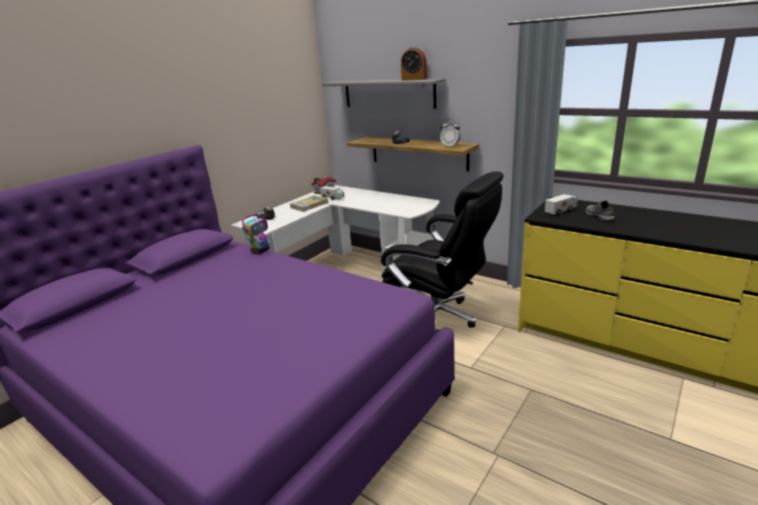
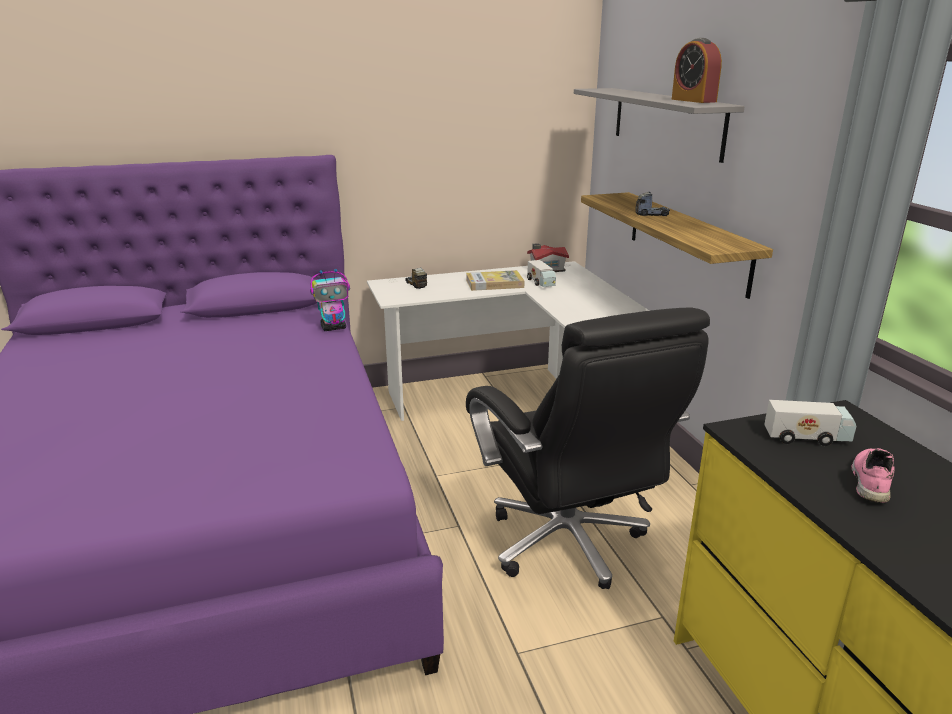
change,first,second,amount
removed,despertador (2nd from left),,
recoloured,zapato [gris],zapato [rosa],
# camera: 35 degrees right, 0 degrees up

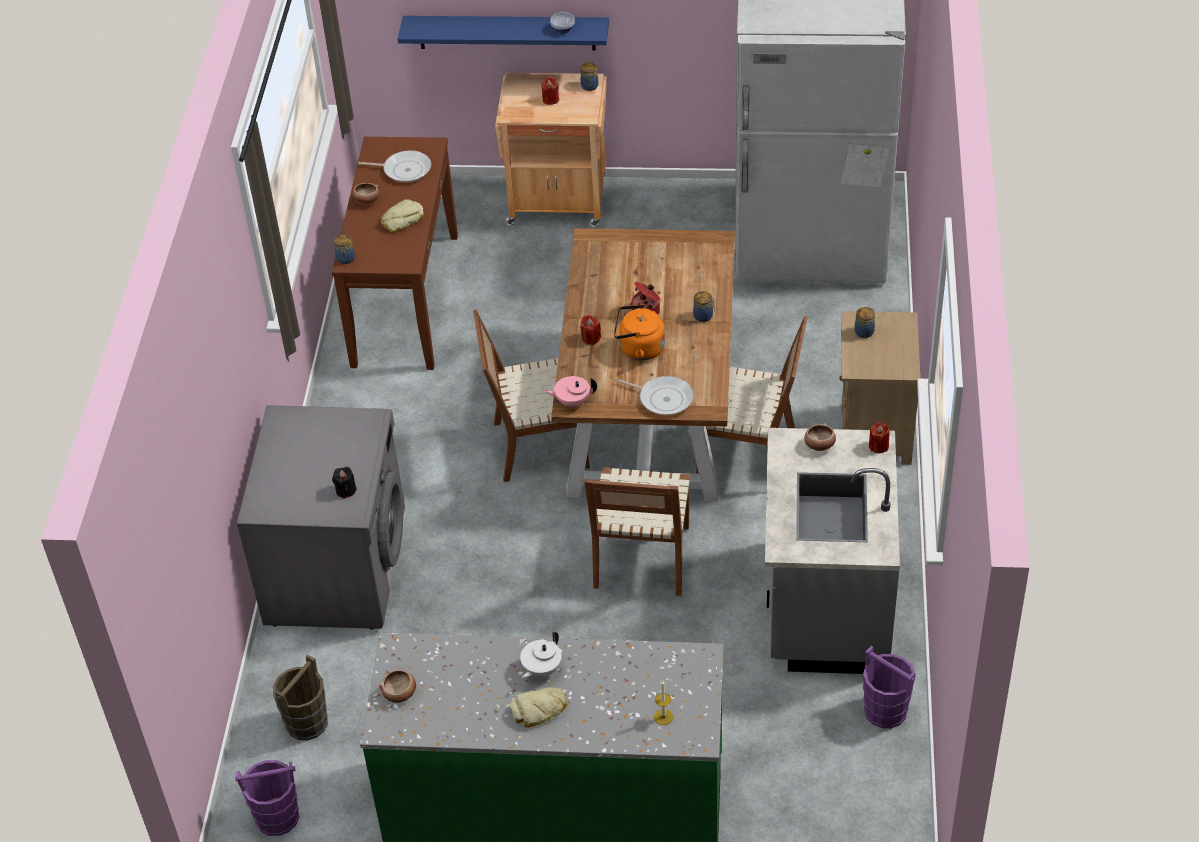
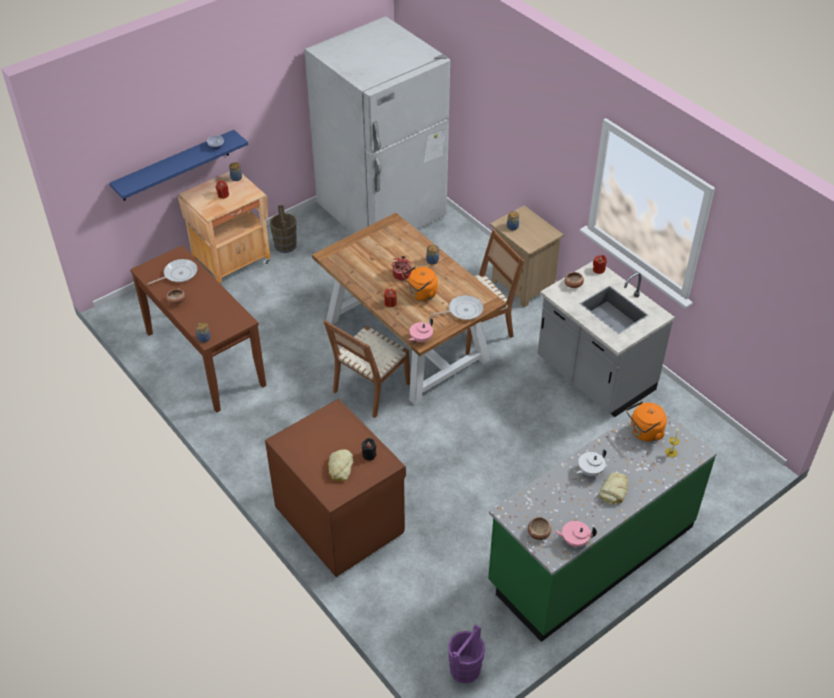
change,first,second,amount
recoloured,lavadora [gris],lavadora [marrón],
moved,cubo [marrón],,
moved,pan (1st from left),,
turned,tetera [blanco],,60 degrees clockwise
removed,silla (2nd from left),,
removed,cubo [morado] (2nd from left),,
added,,tetera [rosa] (2nd from left),
added,,hervidor [naranja] (2nd from left),
# camera: 45 degrees left, 0 degrees up

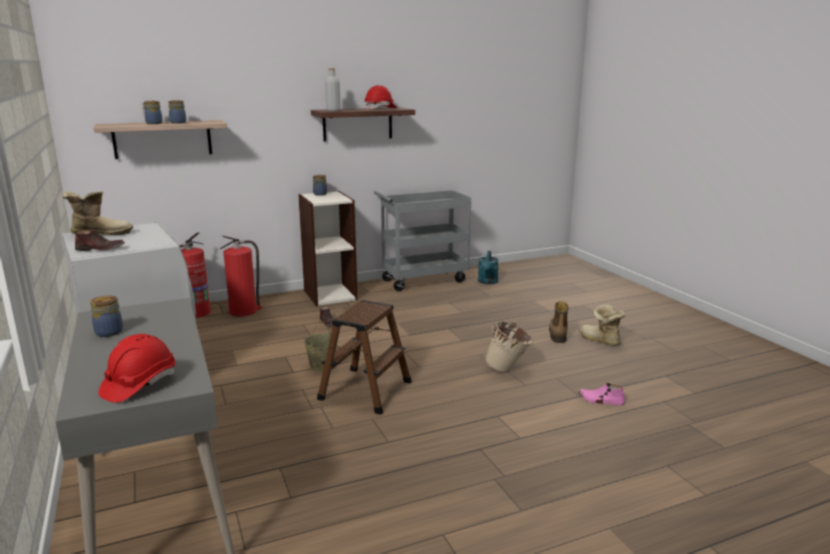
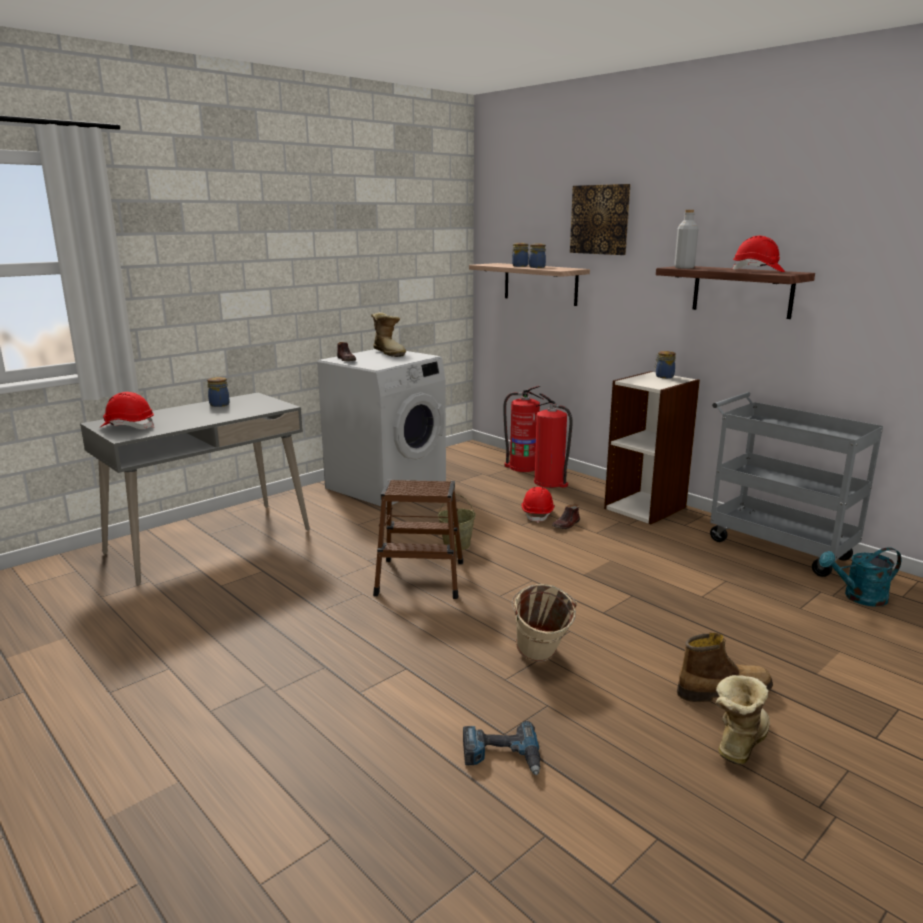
change,first,second,amount
replaced,zapato [rosa],taladro,
added,,casco [rojo] (2nd from left),
added,,cuadro,
# camera: 70 degrees right, 0 degrees up

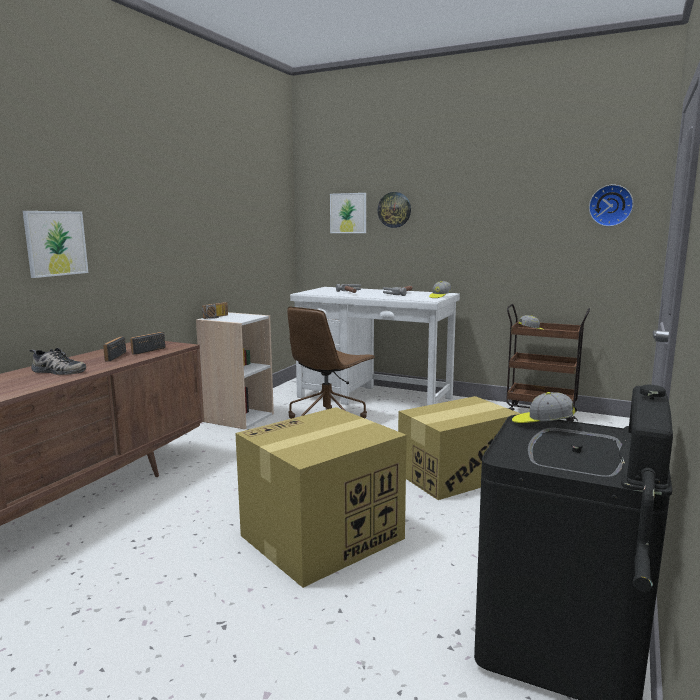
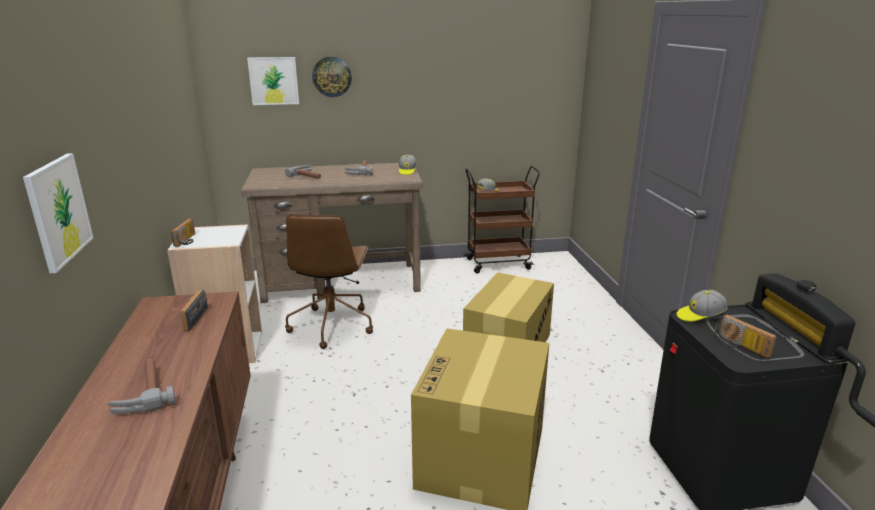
change,first,second,amount
replaced,zapato,martillo (1st from left),
moved,radio (1st from left in the first image),radio (3rd from left),
recoloured,escritorio [blanco],escritorio [marrón],
removed,reloj de pared (2nd from left),,
# camera: 35 degrees left, 10 degrees up

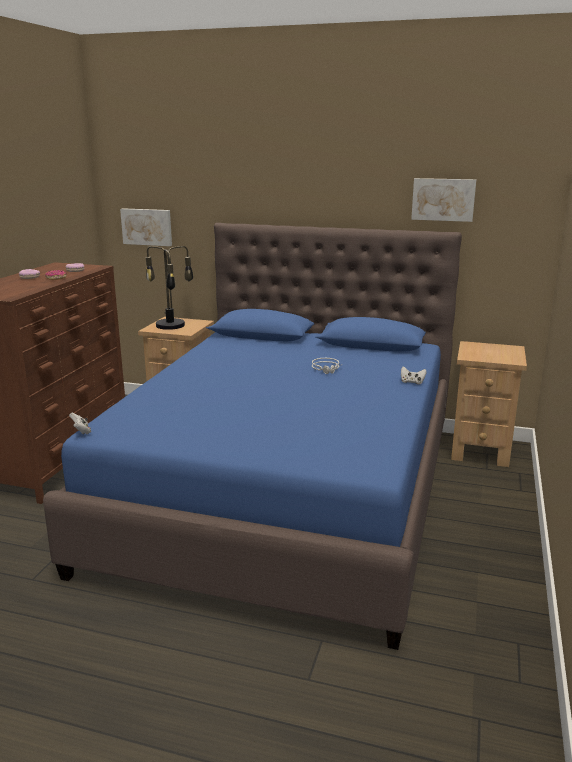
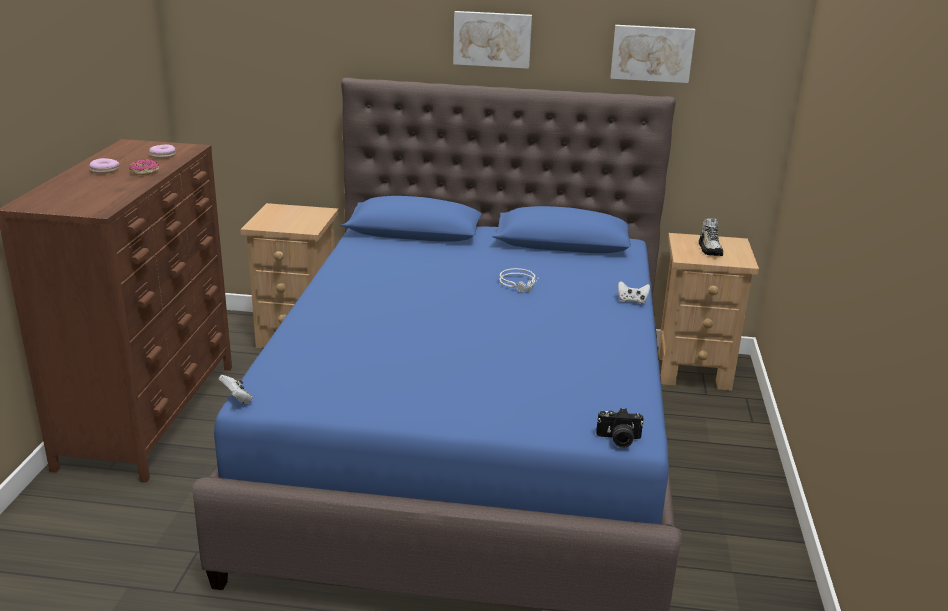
change,first,second,amount
moved,cuadro (1st from left),,
removed,lámpara de mesa,,
added,,cámara,
added,,zapato,
# camera: 10 degrees left, 5 degrees up

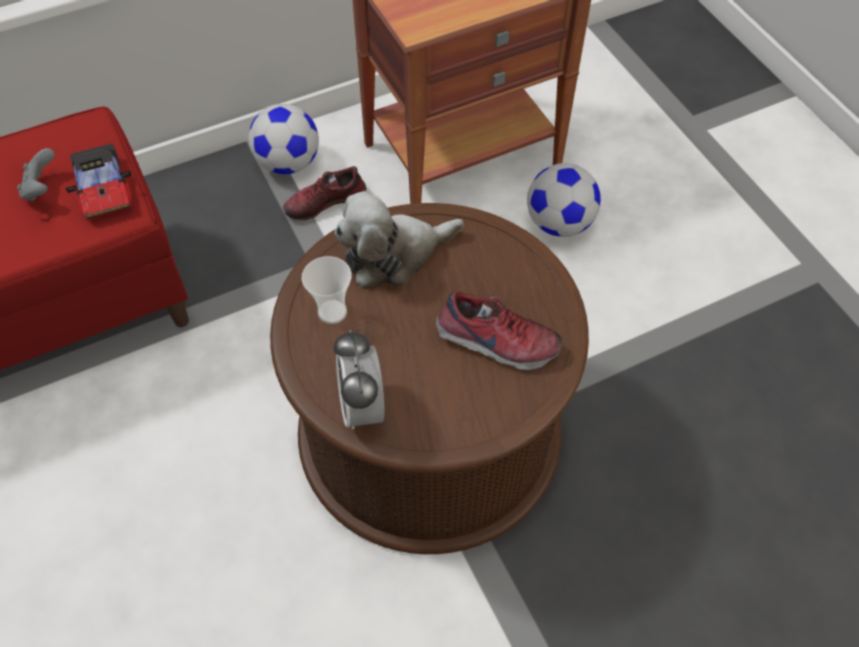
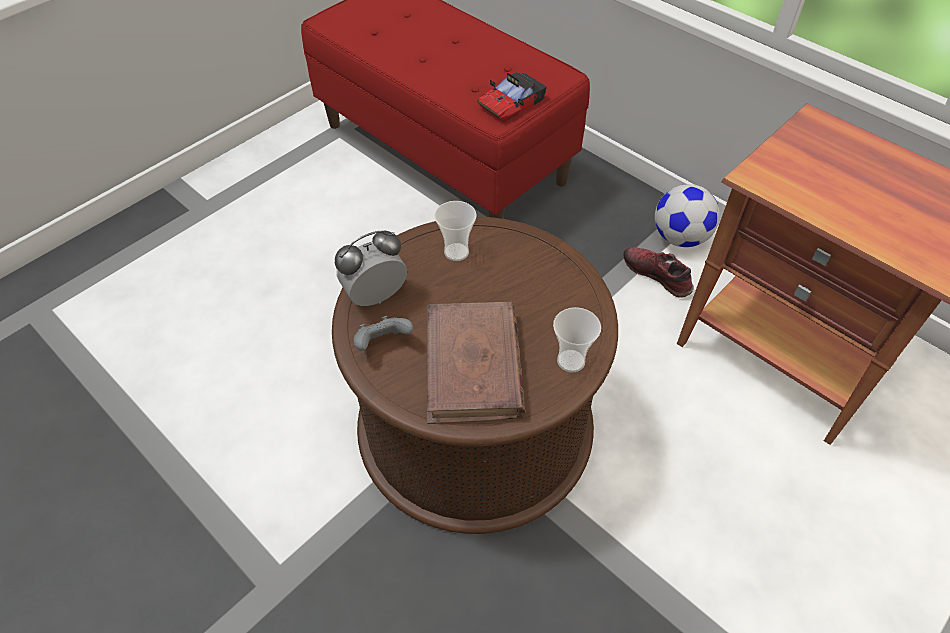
change,first,second,amount
moved,mando de consola [gris],,
removed,peluche,,
replaced,zapato (2nd from left),libro [marrón],
removed,balón de fútbol (2nd from left),,
added,,taza (2nd from left),
# camera: 70 degrees right, 5 degrees down

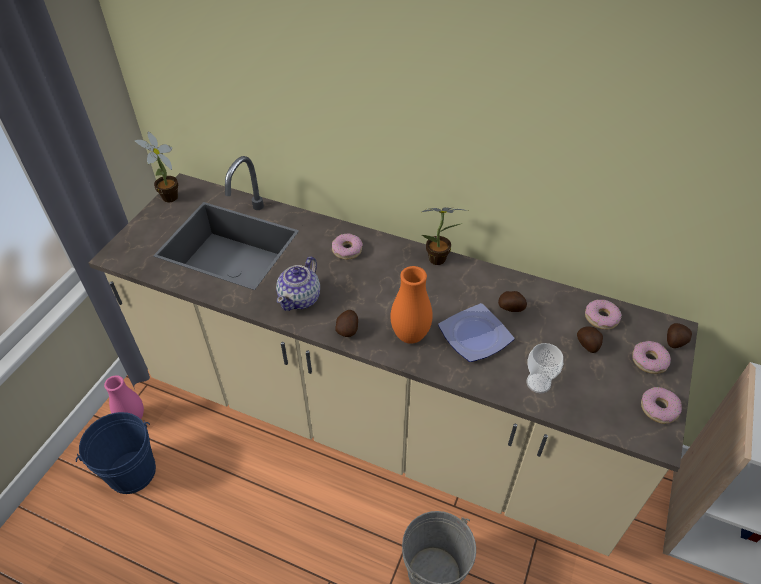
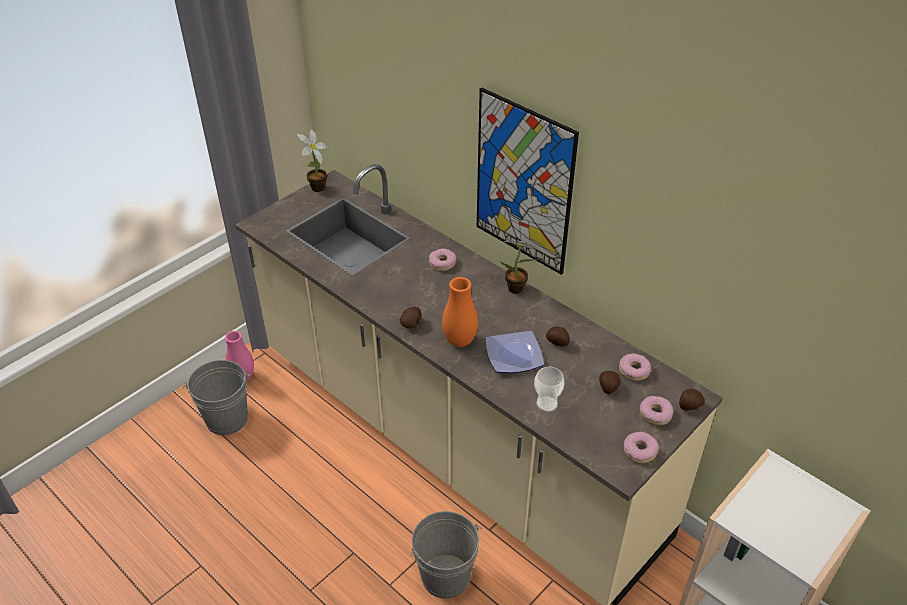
change,first,second,amount
recoloured,cubo [azul],cubo [gris] (1st from left),
removed,tetera,,
added,,cuadro,
# camera: 20 degrees right, 5 degrees down

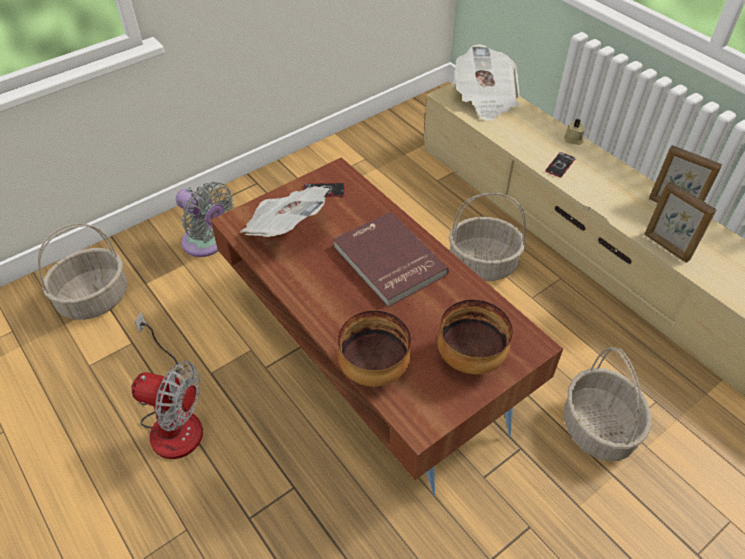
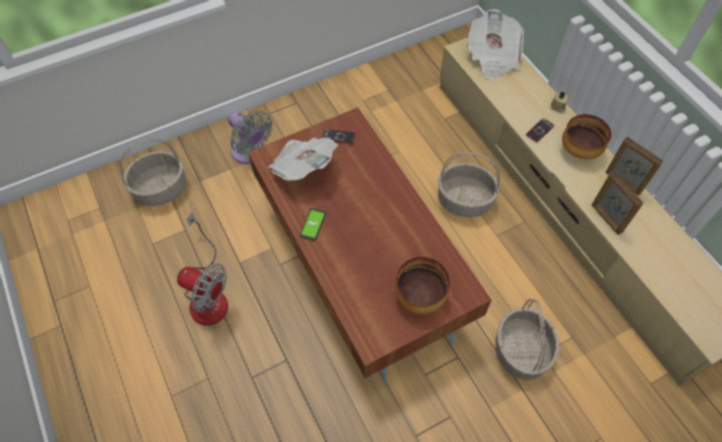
change,first,second,amount
removed,libro [rojo],,
moved,cuenco (1st from left in the first image),cuenco (2nd from left),
added,,móvil (1st from left),
# camera: 10 degrees right, 10 degrees up

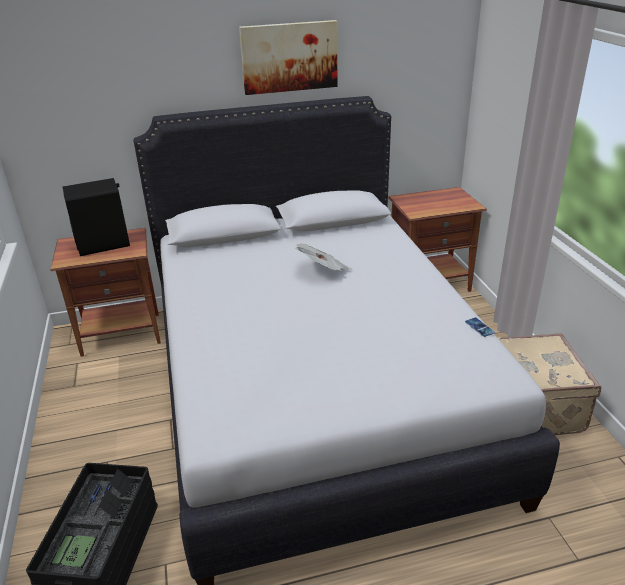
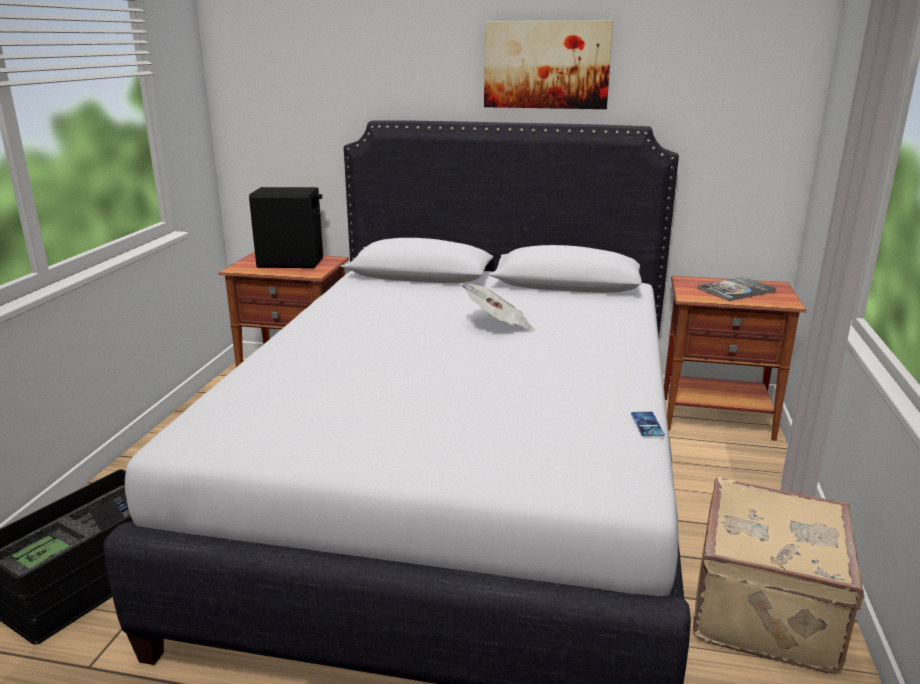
change,first,second,amount
added,,libro,
# camera: 25 degrees right, 10 degrees down

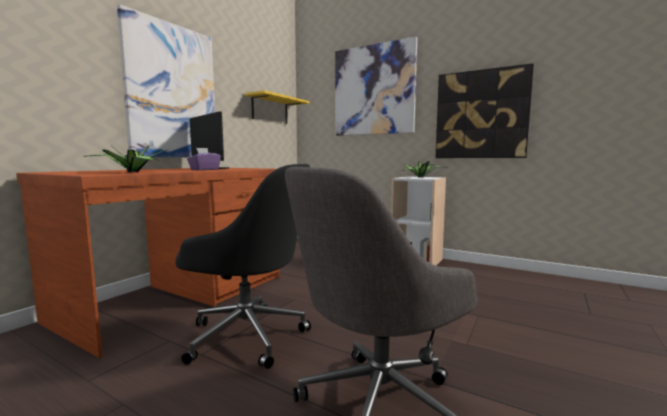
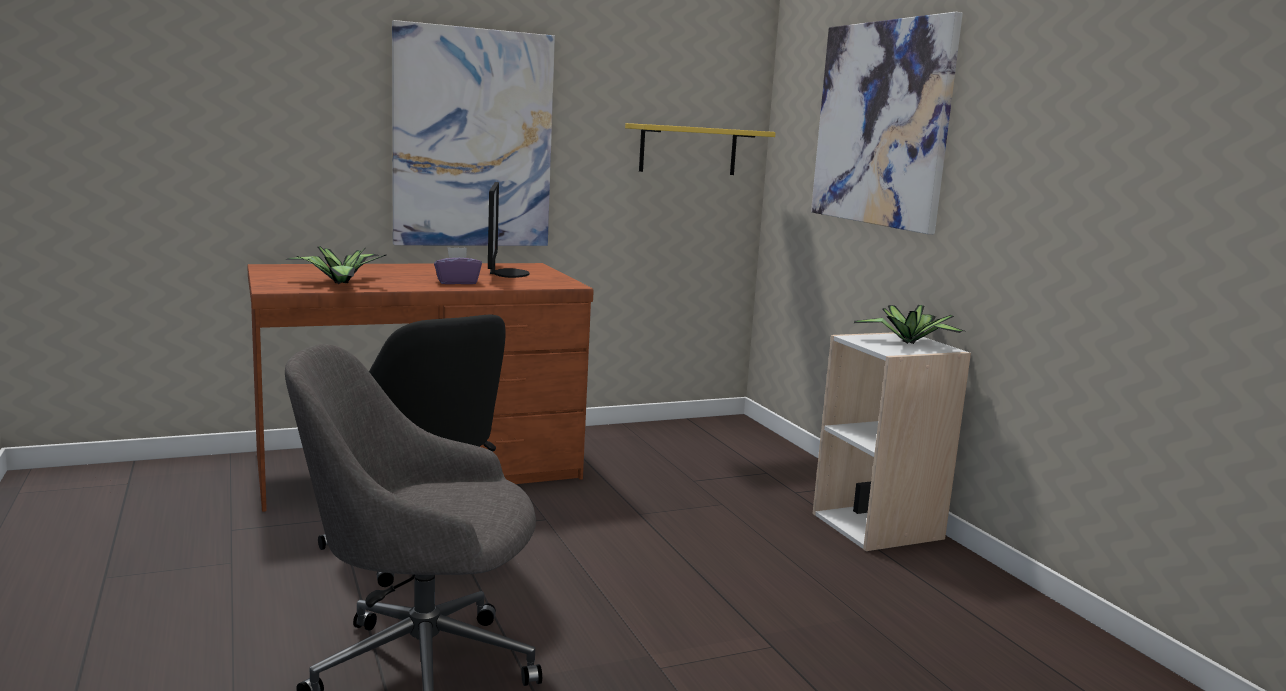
change,first,second,amount
removed,cuadro (3rd from left),,
# camera: 35 degrees right, 5 degrees up

